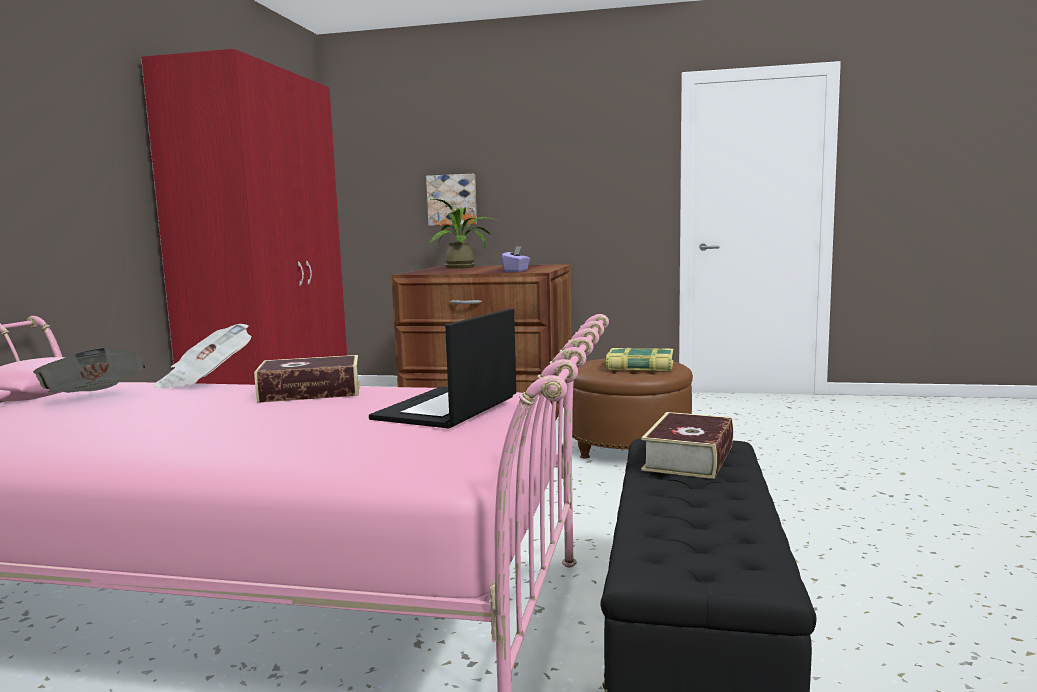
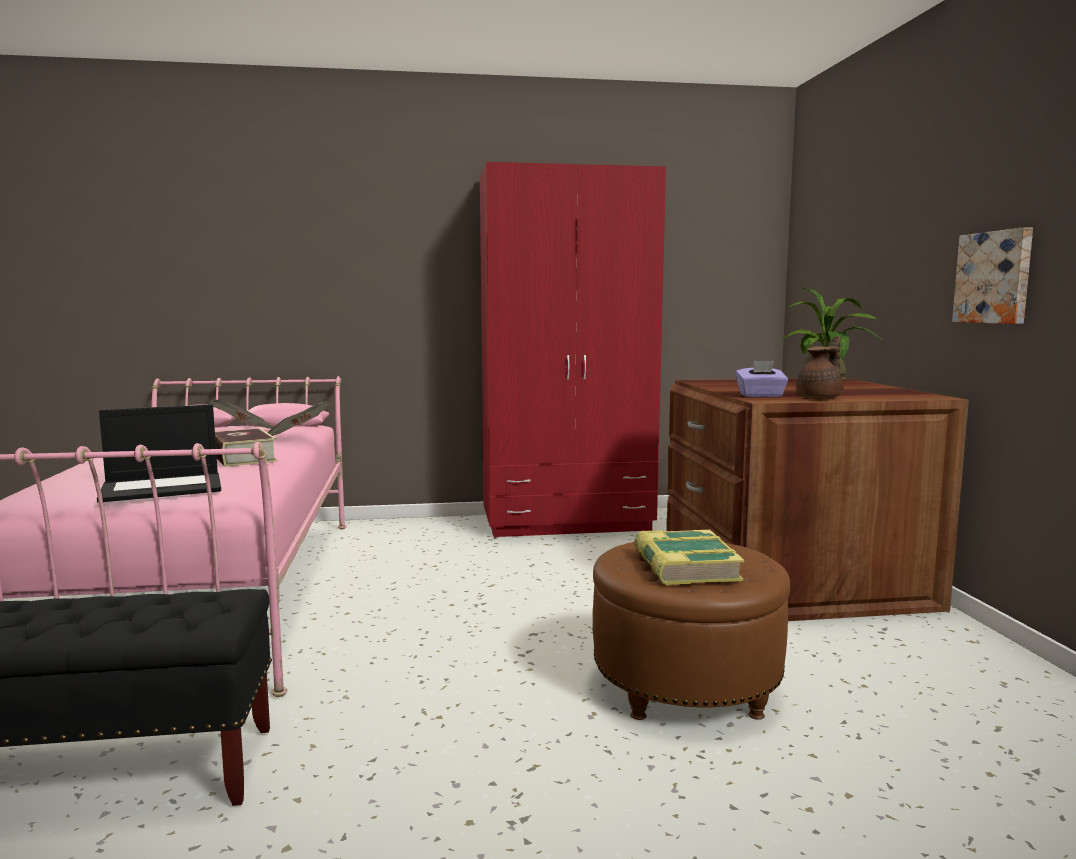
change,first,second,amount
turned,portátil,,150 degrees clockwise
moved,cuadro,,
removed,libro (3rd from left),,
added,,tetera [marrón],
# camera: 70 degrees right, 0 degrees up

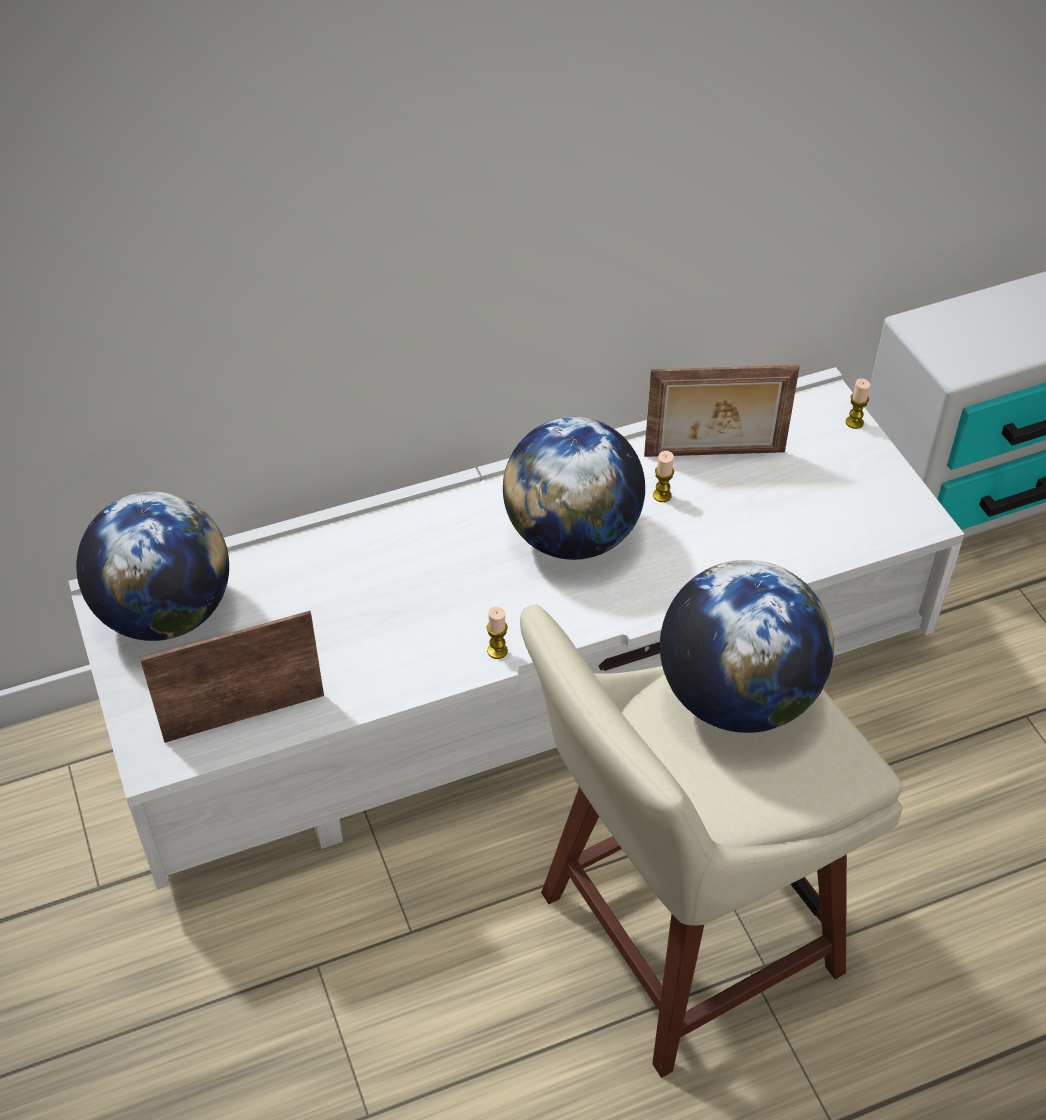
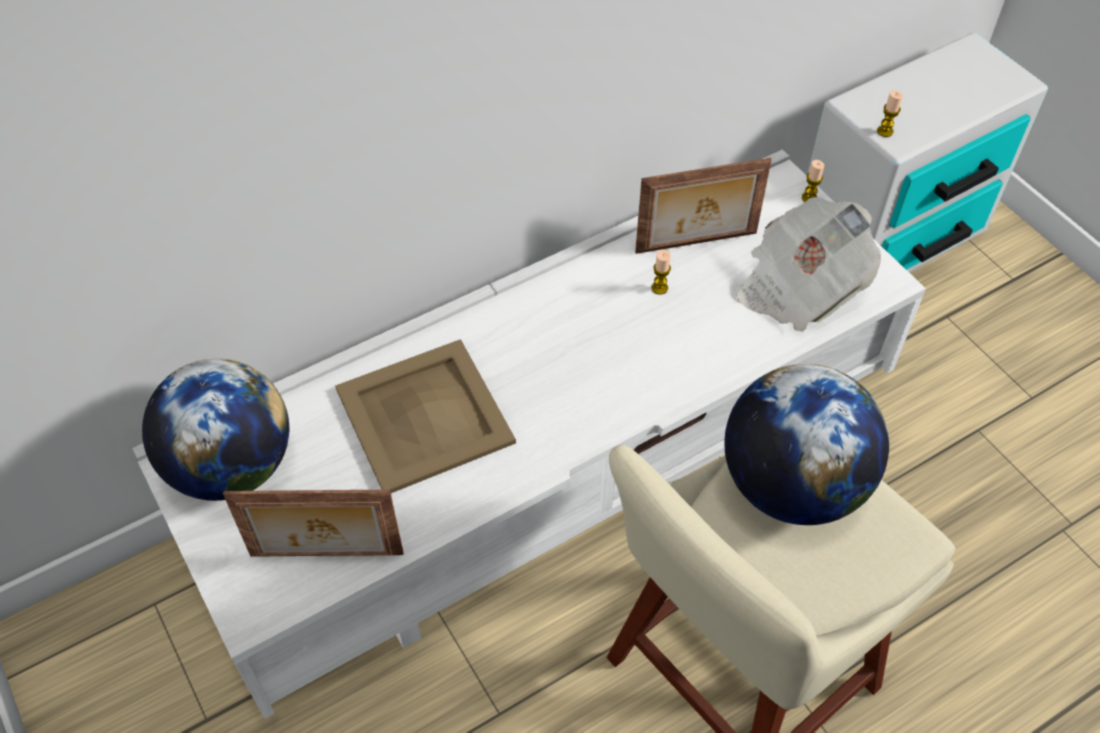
change,first,second,amount
turned,portarretratos (1st from left),,150 degrees counterclockwise
moved,vela (1st from left in the first image),vela (3rd from left),
removed,globo terráqueo (2nd from left),,
added,,bandeja [beis],
added,,periódico,
# camera: 10 degrees left, 5 degrees up

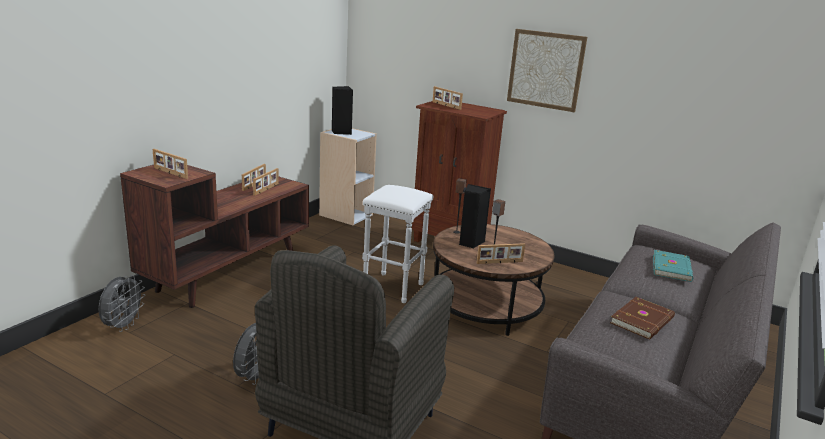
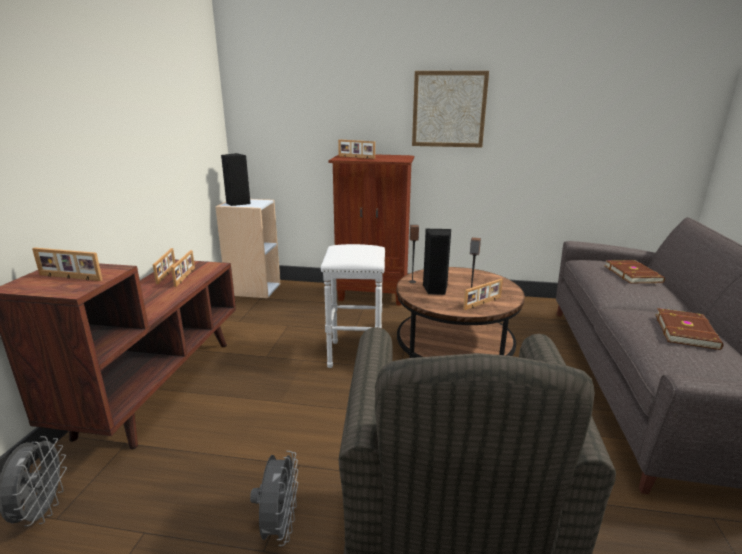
change,first,second,amount
recoloured,libro [turquesa],libro [marrón] (1st from left),
# camera: 20 degrees left, 0 degrees up

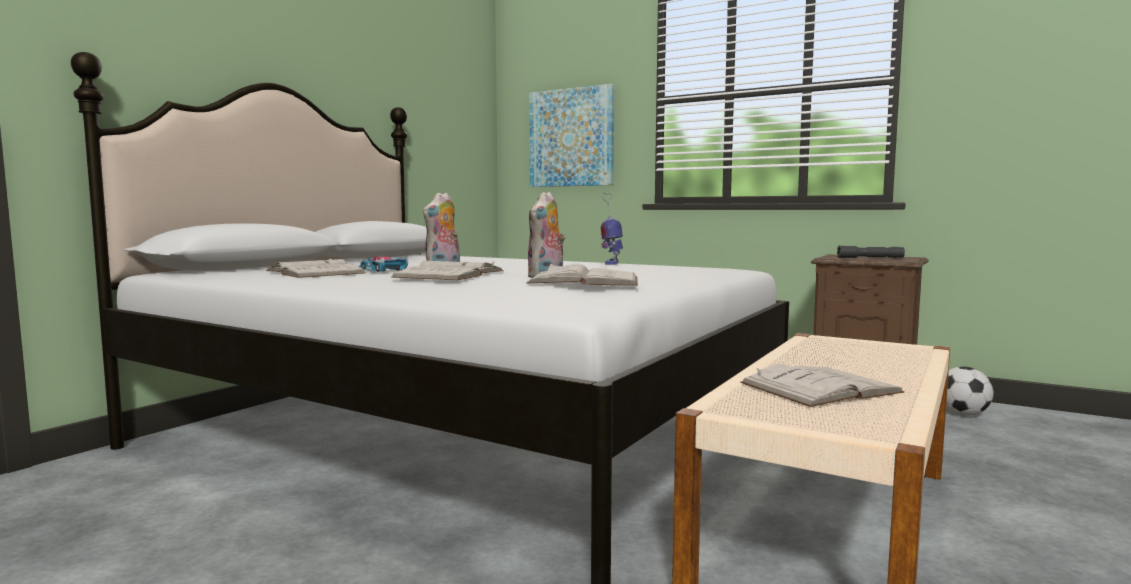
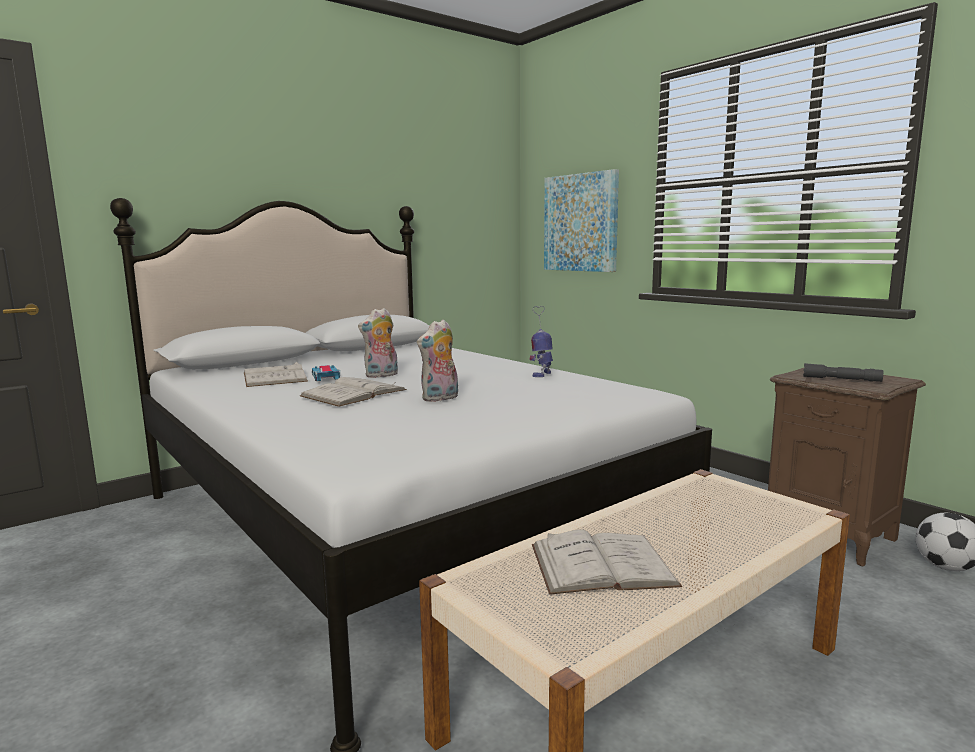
change,first,second,amount
removed,libro [blanco] (3rd from left),,
# camera: 20 degrees right, 5 degrees up

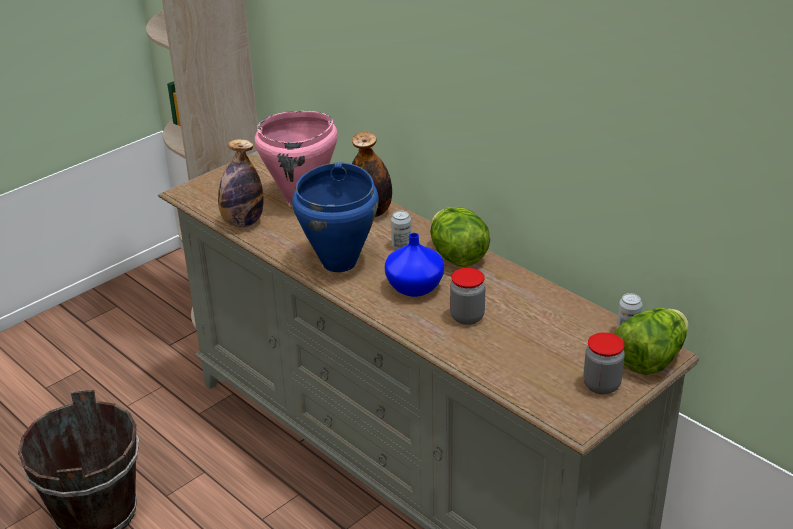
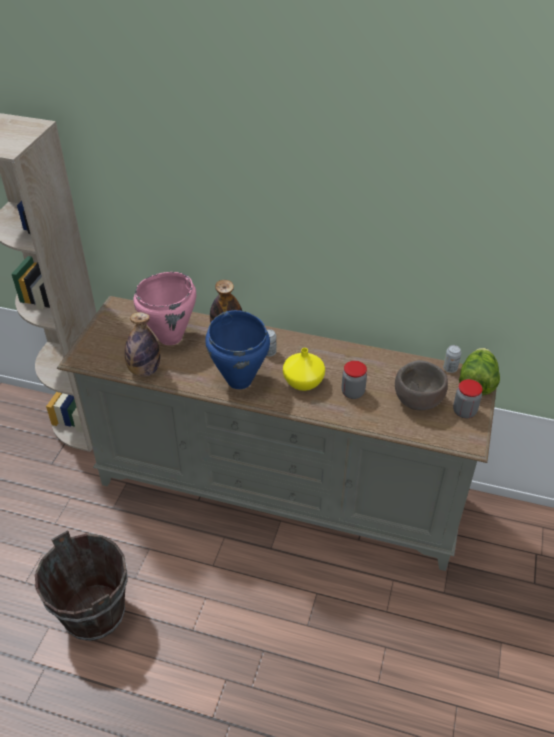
change,first,second,amount
recoloured,florero [azul],florero [amarillo],
removed,lechuga (1st from left),,
added,,cuenco [marrón],
# camera: 30 degrees left, 10 degrees up

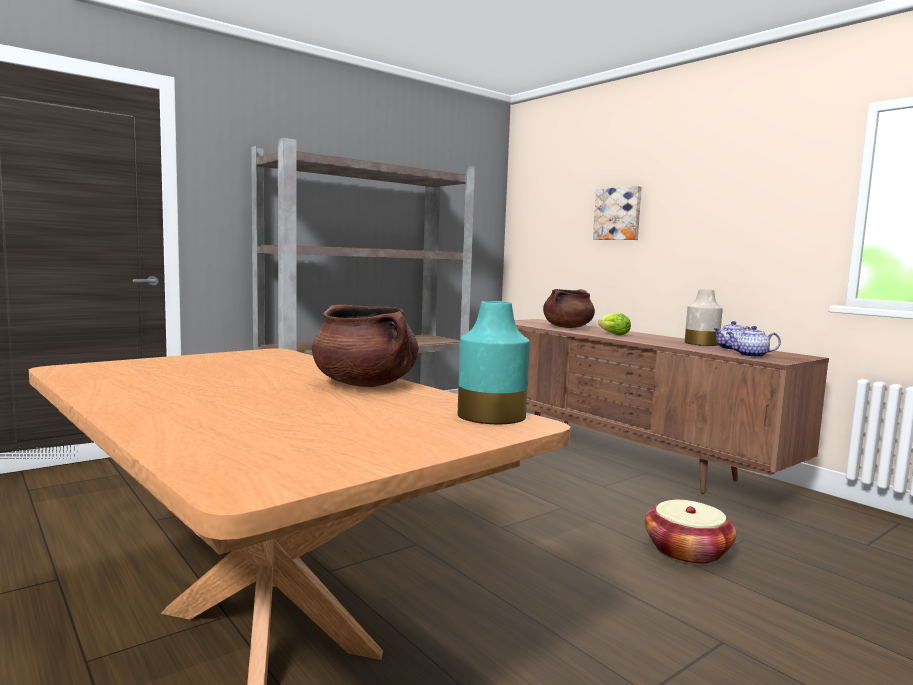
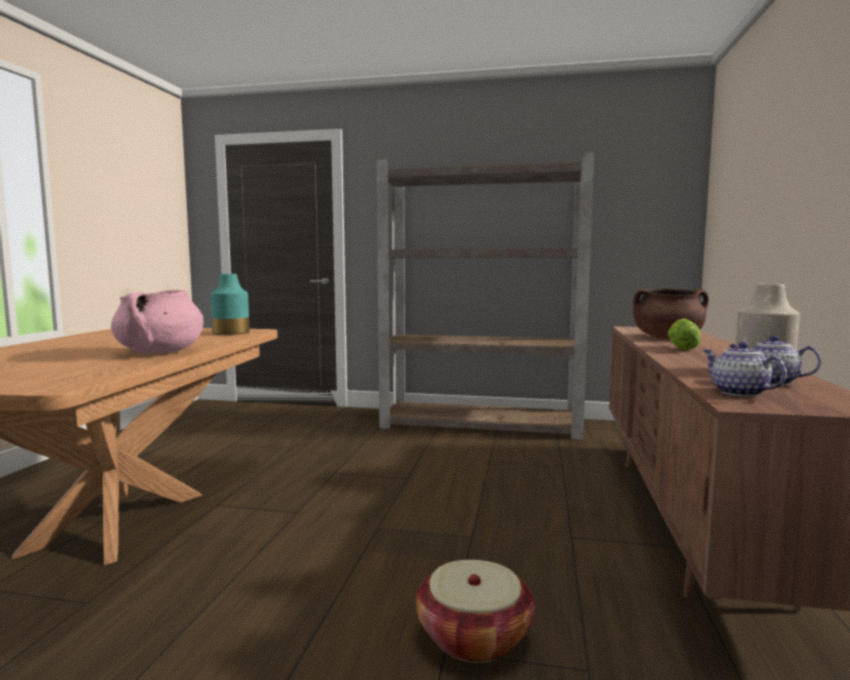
change,first,second,amount
recoloured,olla [marrón] (1st from left),olla [rosa],
moved,florero [turquesa],,
removed,cuadro,,
# camera: 50 degrees right, 0 degrees up

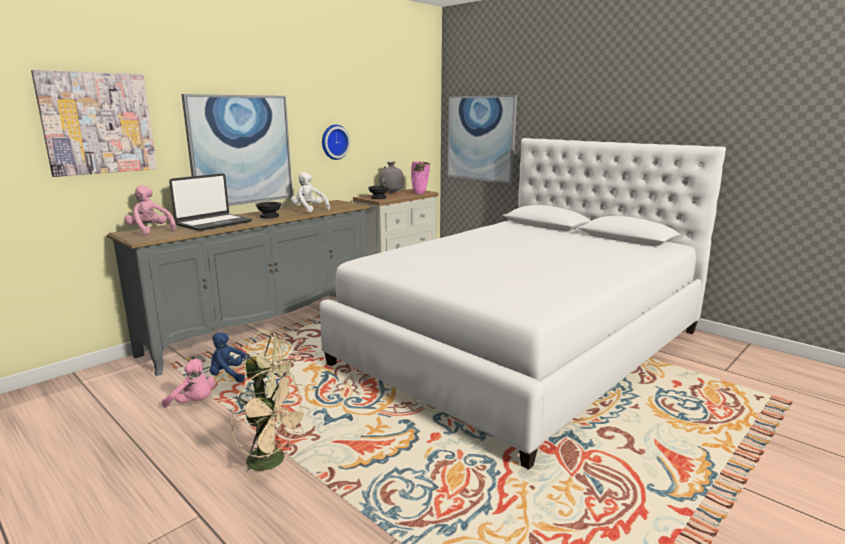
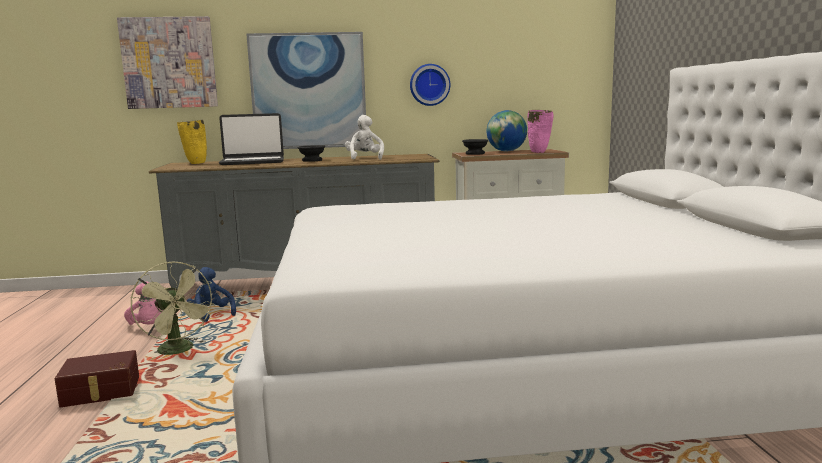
change,first,second,amount
replaced,peluche [rosa] (1st from left),florero [amarillo],
replaced,ventilador [beis],caja de almacenaje [marrón],
replaced,florero [gris],globo terráqueo,
removed,cuadro (3rd from left),,
# camera: 40 degrees right, 5 degrees down

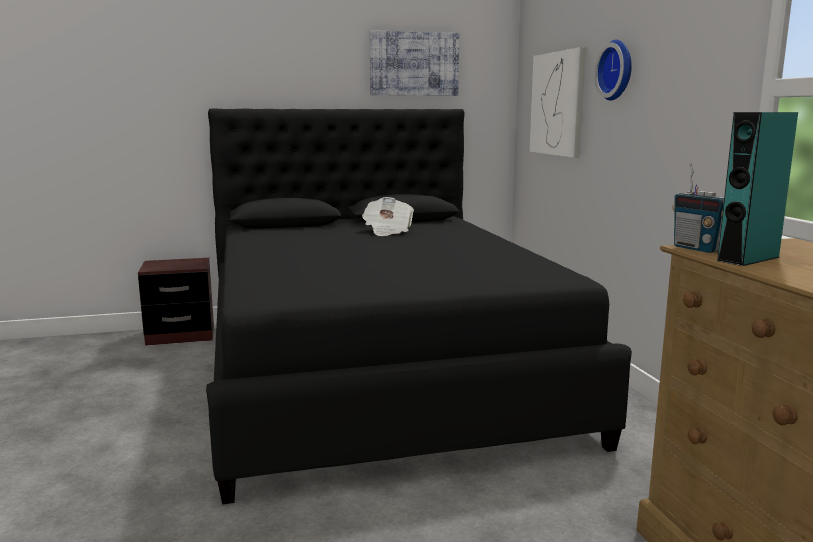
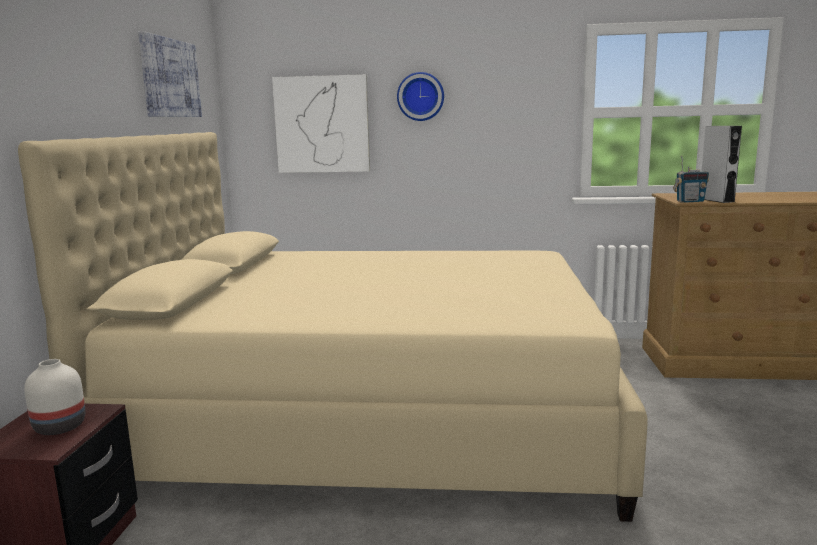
change,first,second,amount
recoloured,cama [negro],cama [beis],
removed,periódico,,
recoloured,altavoz [turquesa],altavoz [gris],
added,,florero [blanco],
# camera: 70 degrees left, 0 degrees up

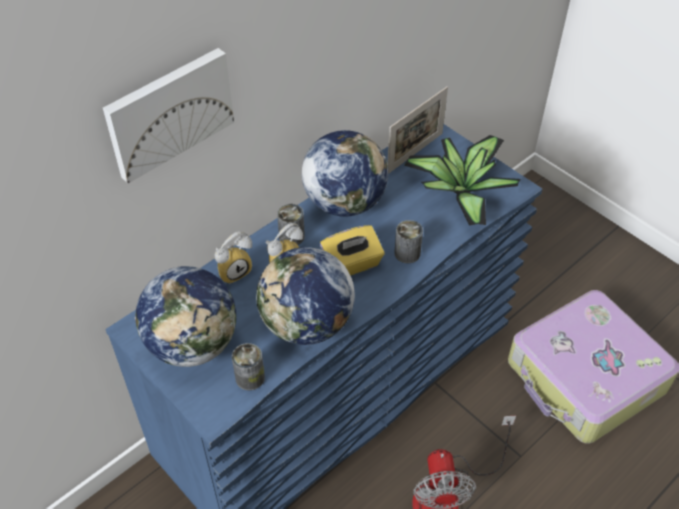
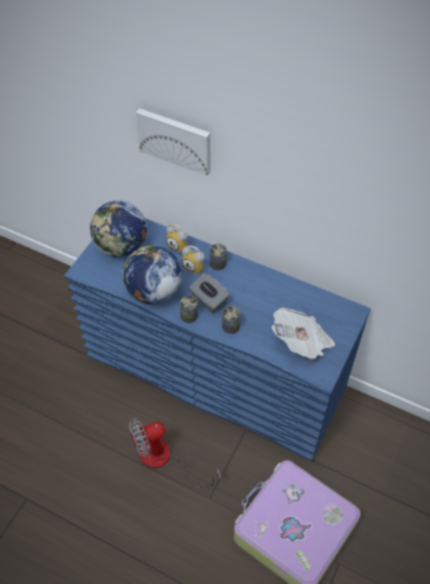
change,first,second,amount
moved,lata (1st from left),,
removed,globo terráqueo (3rd from left),,
recoloured,caja de pañuelos [amarillo],caja de pañuelos [gris],
removed,portarretratos,,
replaced,planta en maceta,periódico,
# camera: 70 degrees right, 5 degrees up

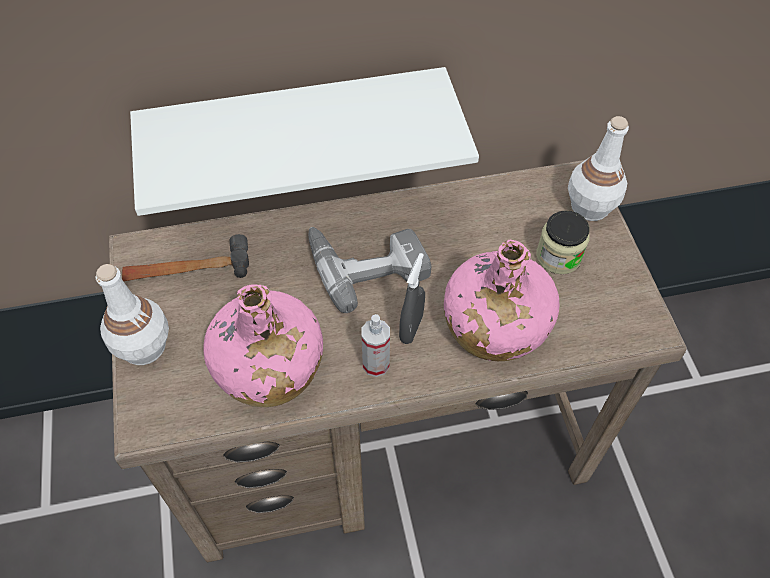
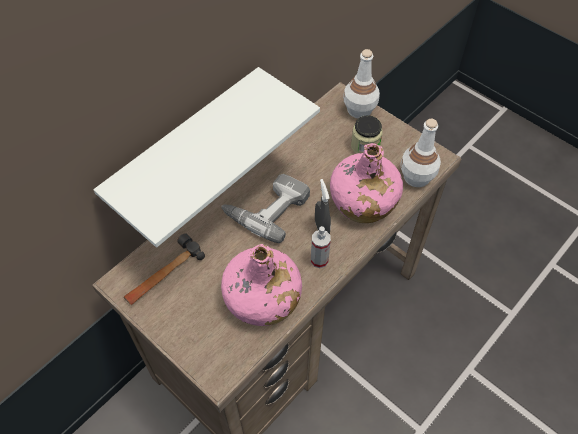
change,first,second,amount
moved,botella [blanco] (1st from left in the first image),botella [blanco] (2nd from left),
# camera: 35 degrees left, 0 degrees up

